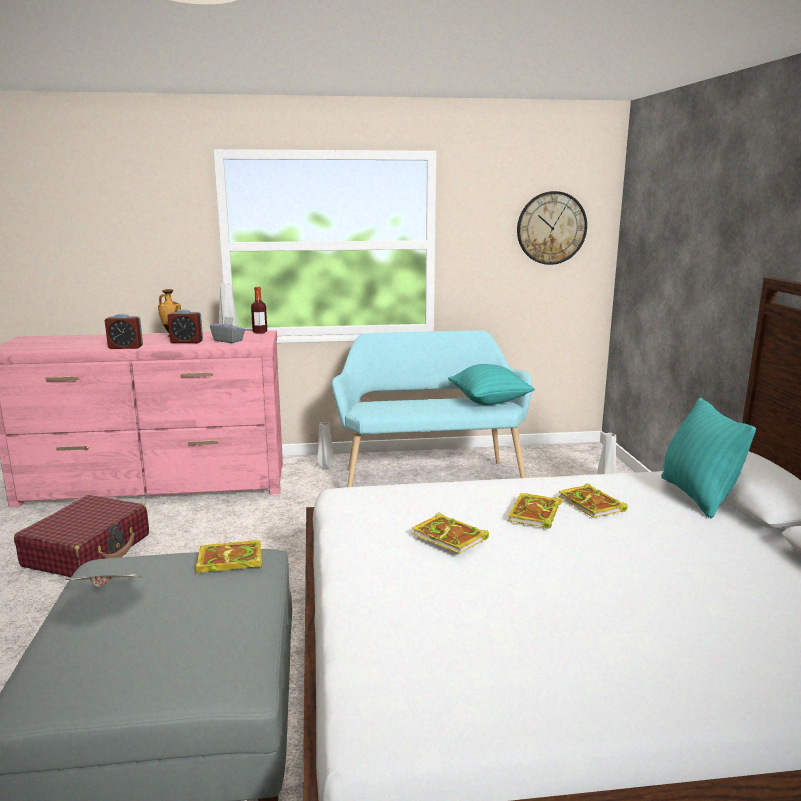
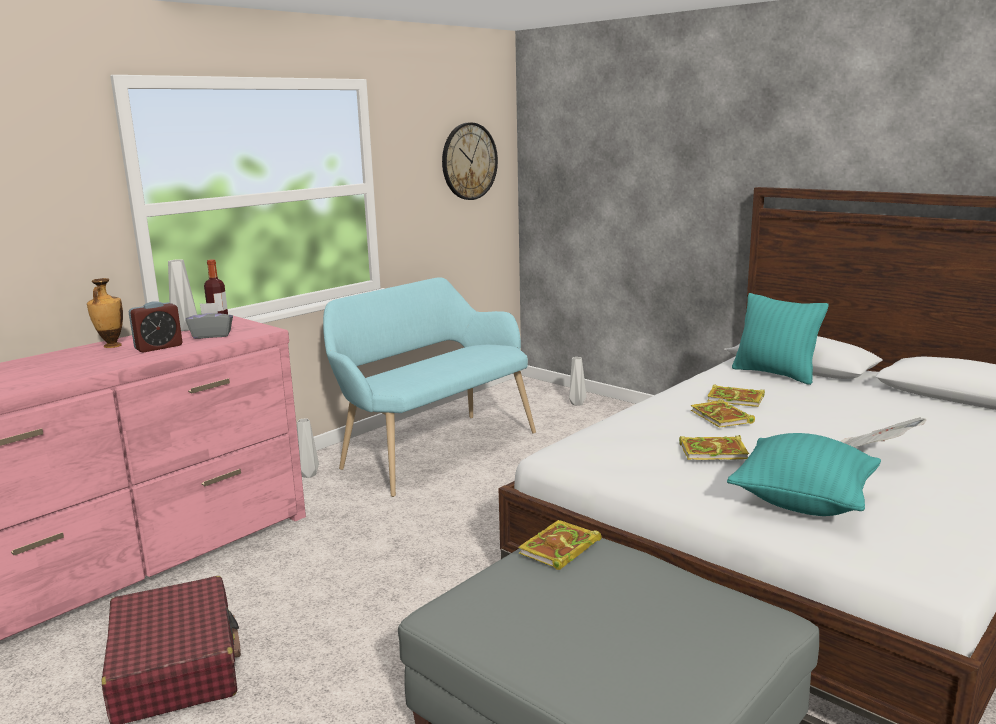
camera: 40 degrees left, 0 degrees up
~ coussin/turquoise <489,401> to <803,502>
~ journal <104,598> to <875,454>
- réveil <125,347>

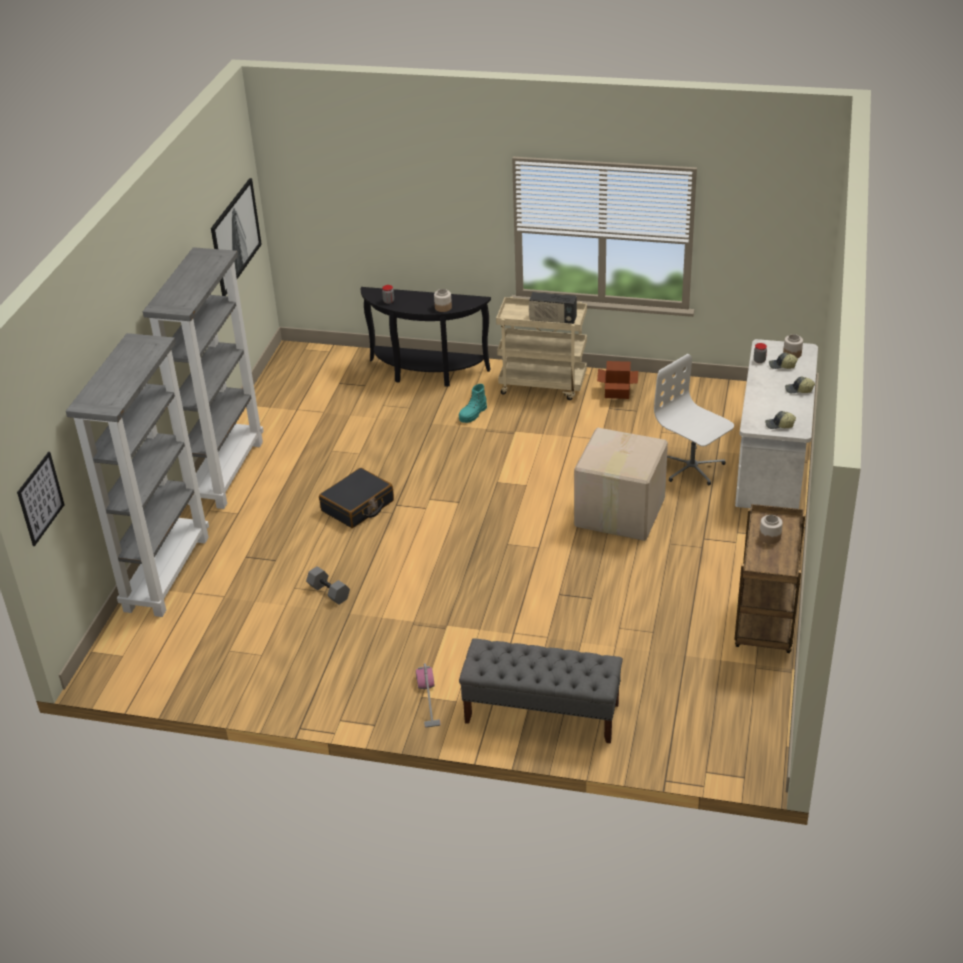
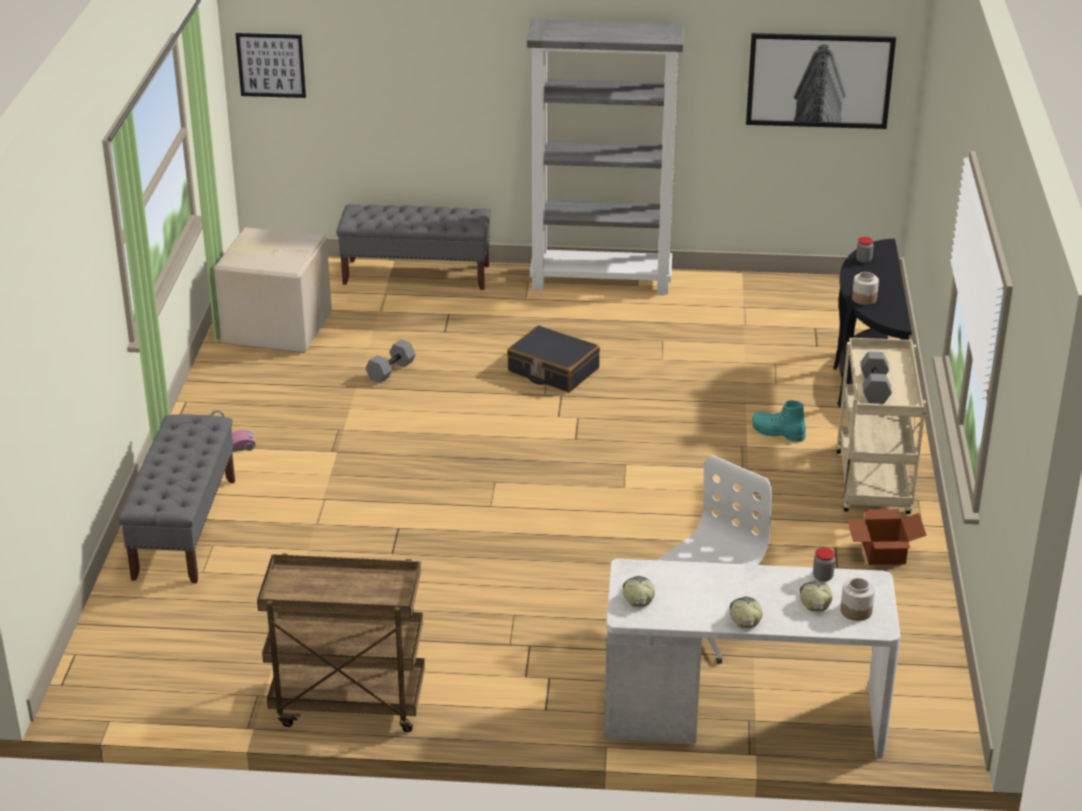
camera: 80 degrees right, 5 degrees down
~ carton <618,513> to <276,327>
~ bibliothèque/gris <166,572> to banc/gris <417,274>
~ radio <552,320> to haltère/gris <875,388>
- bocal <770,537>

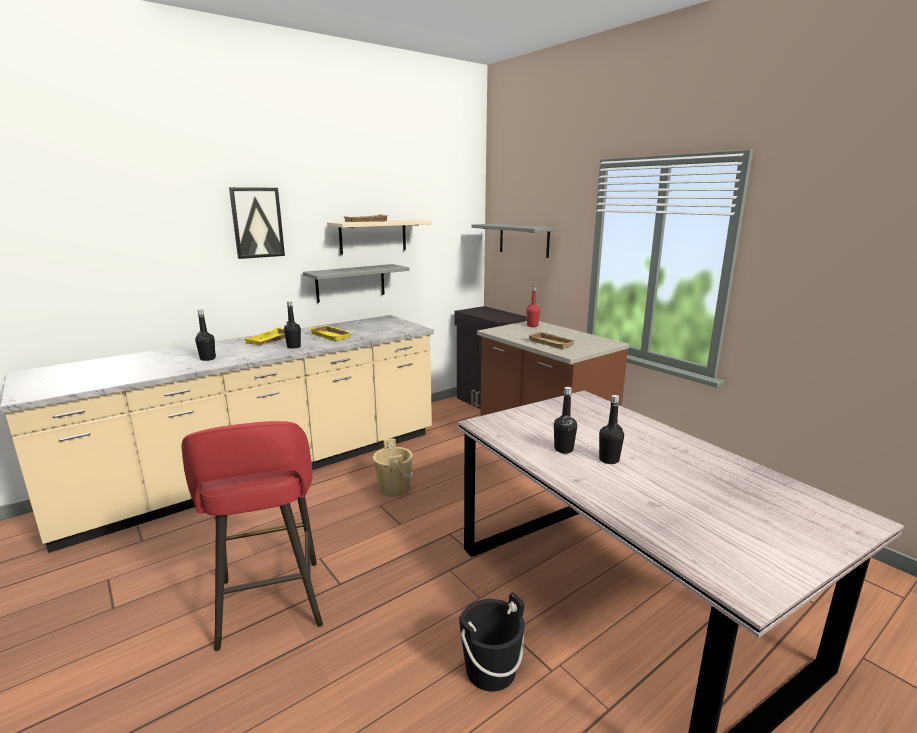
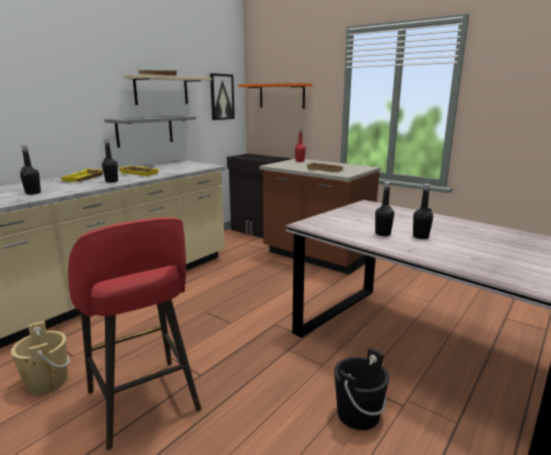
camera: 15 degrees left, 0 degrees up
~ seau/beige <394,488> to <47,381>
~ tableau <257,222> to <221,97>
~ étagère/gris <524,240> to étagère/orange <281,96>

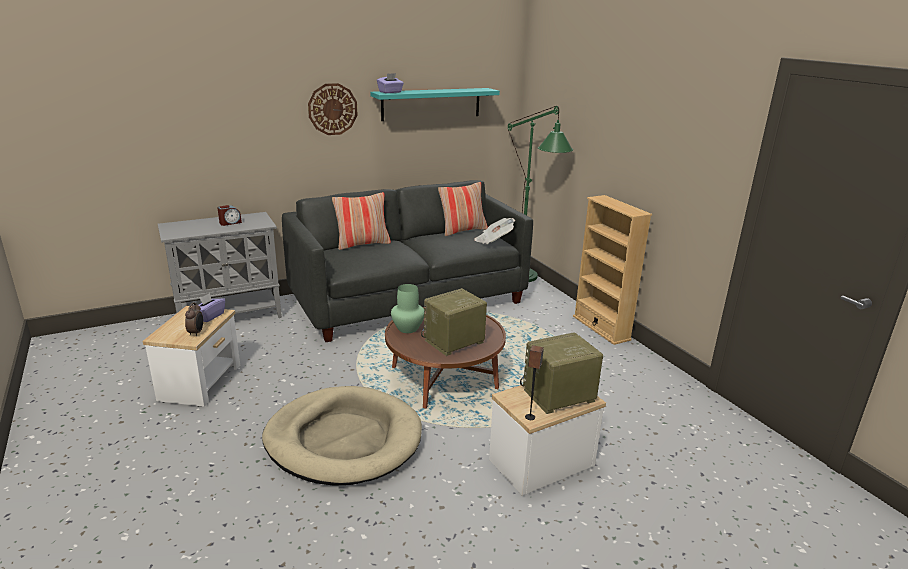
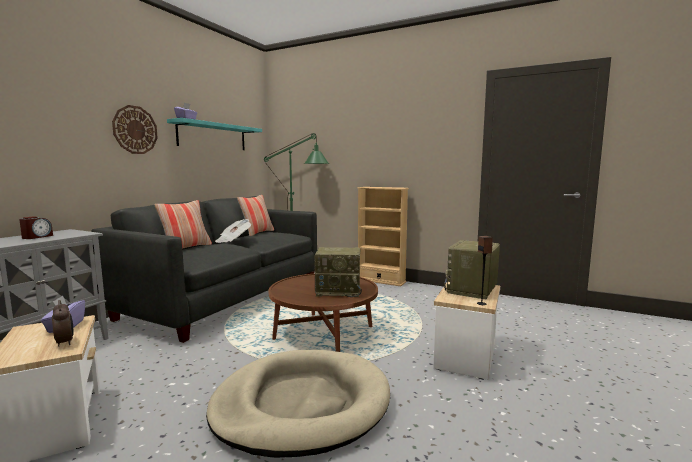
camera: 35 degrees left, 15 degrees down
~ journal <494,241> to <233,240>
~ radio <453,342> = <339,291> 105 degrees counterclockwise
- vase/vert <407,328>

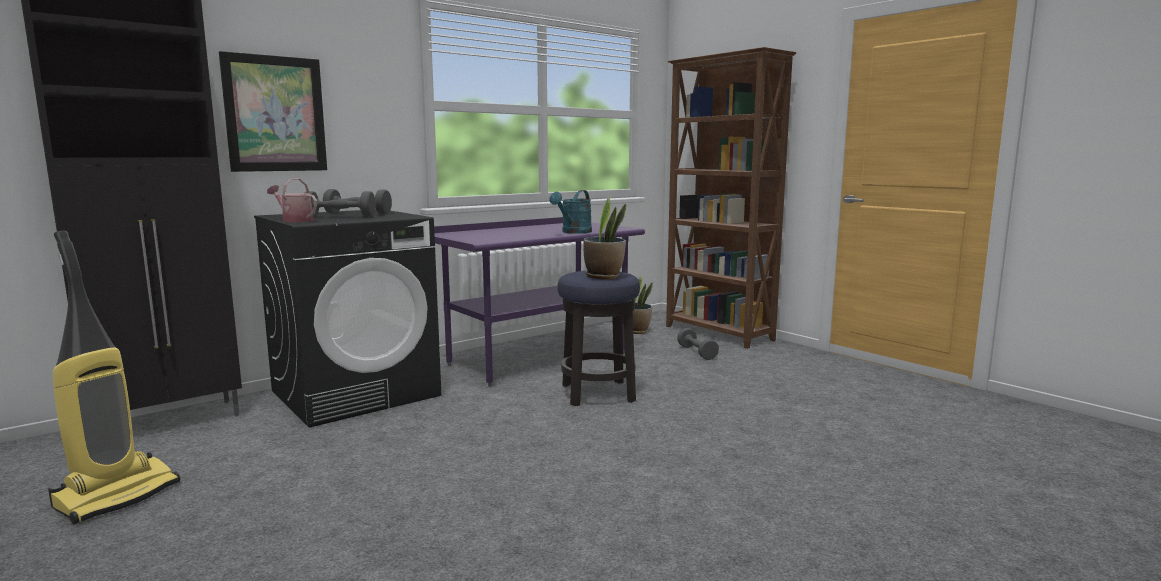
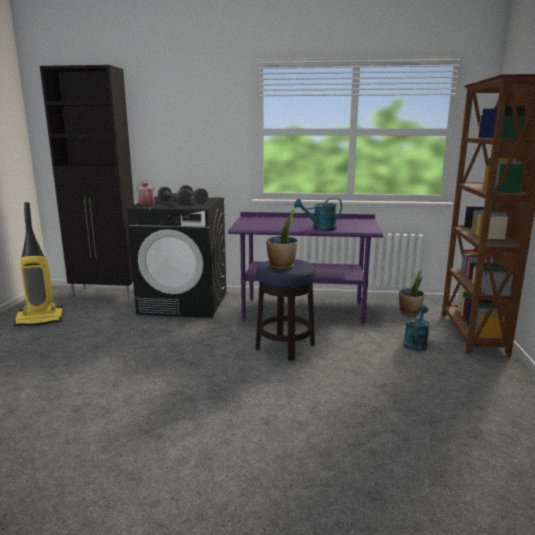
camera: 45 degrees right, 5 degrees up
~ haltère/gris <697,353> to arrosoir/turquoise <415,343>
- tableau <275,114>

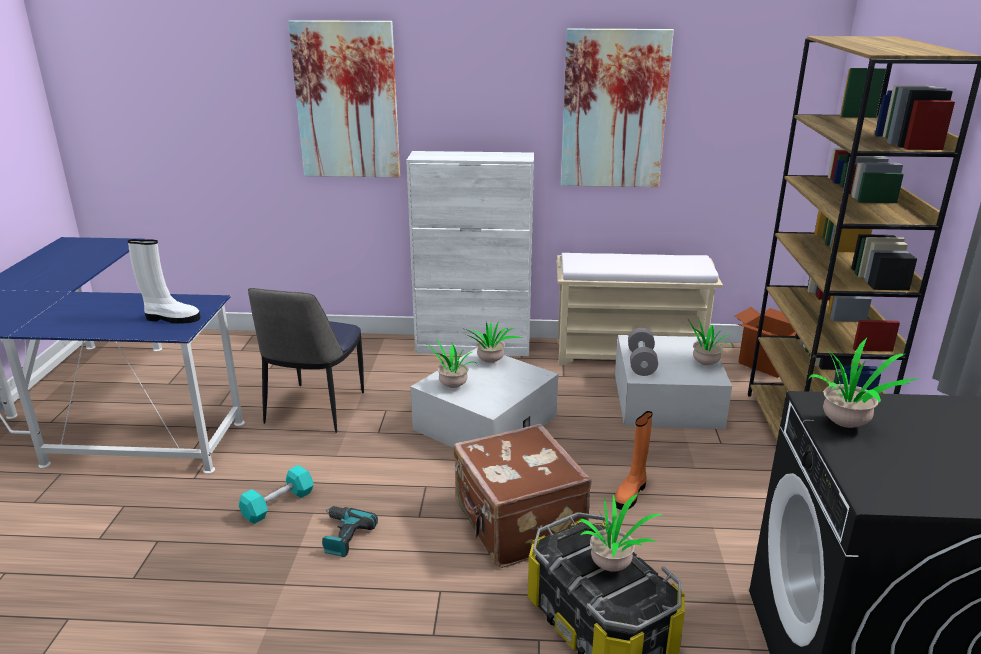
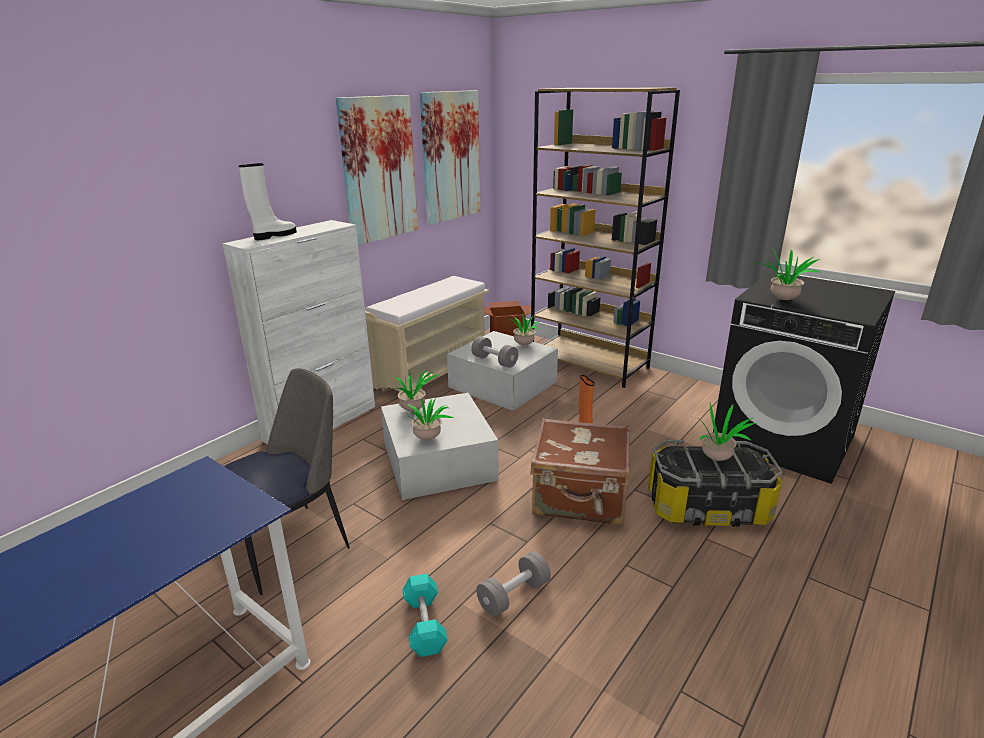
camera: 55 degrees left, 0 degrees up
~ chaise <314,409> = <291,546> 90 degrees counterclockwise
~ botte/blanc <171,319> to <274,236>
~ tableau <347,101> to <450,157>
~ perceuse <343,536> to haltère/gris <514,595>

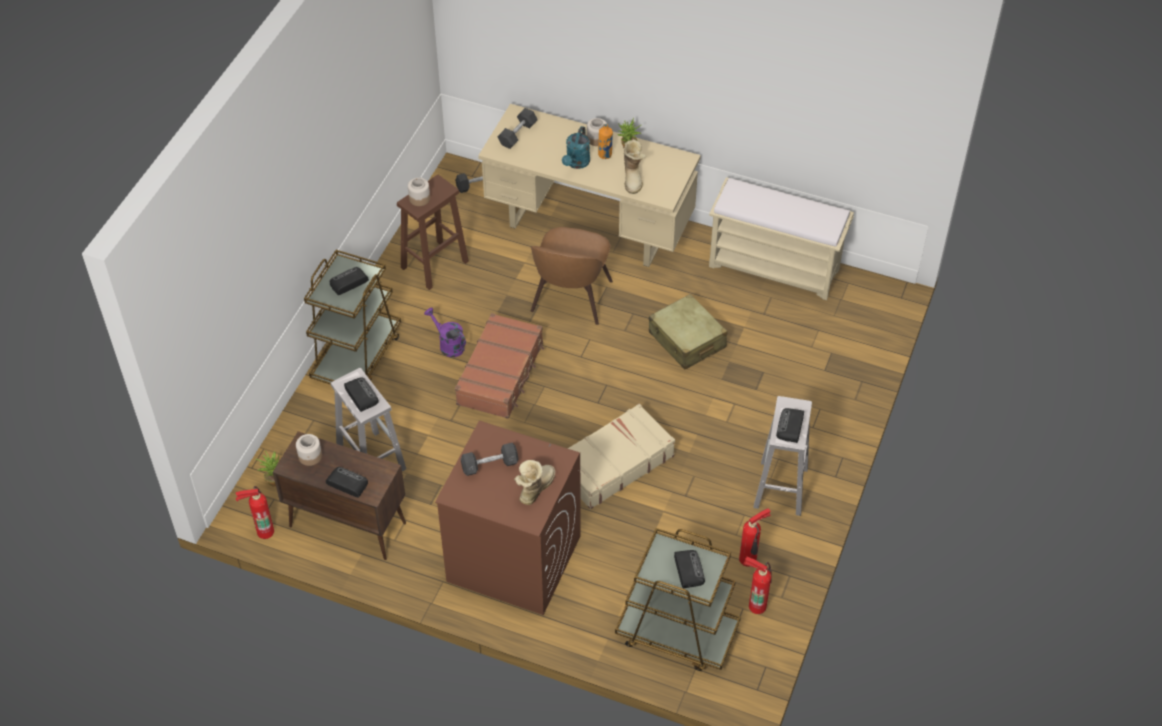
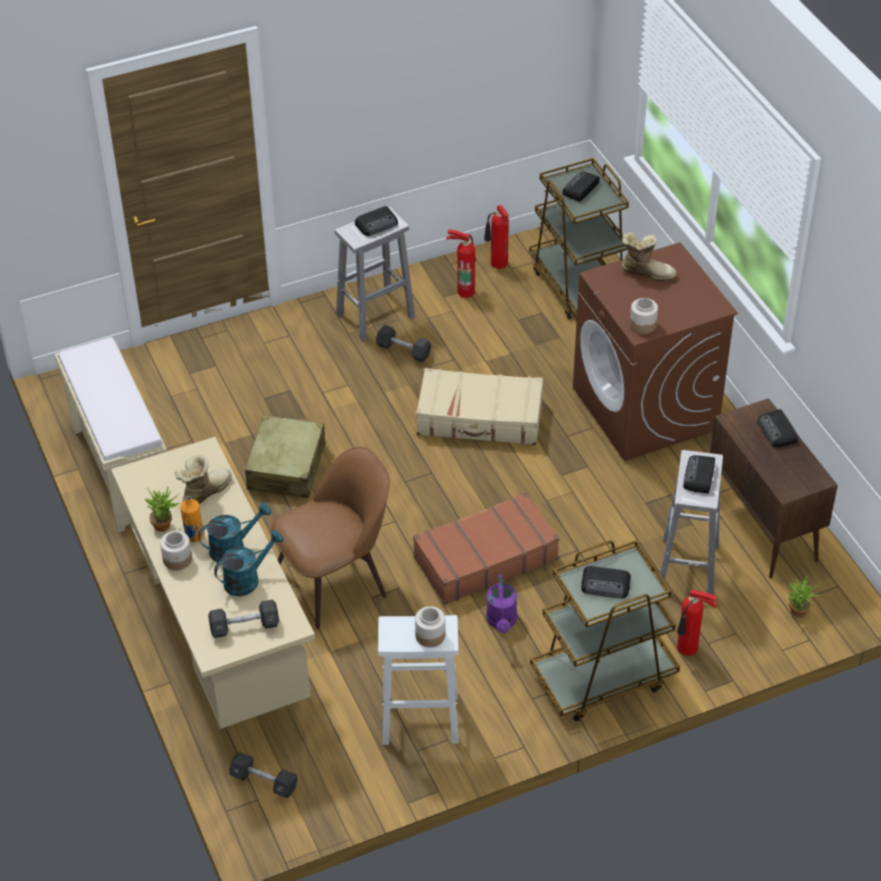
camera: 135 degrees left, 5 degrees down
+ arrosoir/turquoise <247,579>
~ haltère/gris <490,465> to <403,350>
~ tabouret/marron <435,264> to tabouret/blanc <418,719>
~ botte <534,488> = <646,271> 150 degrees counterclockwise
~ bocal <310,456> to <642,325>
~ extincteur <263,530> to <688,650>

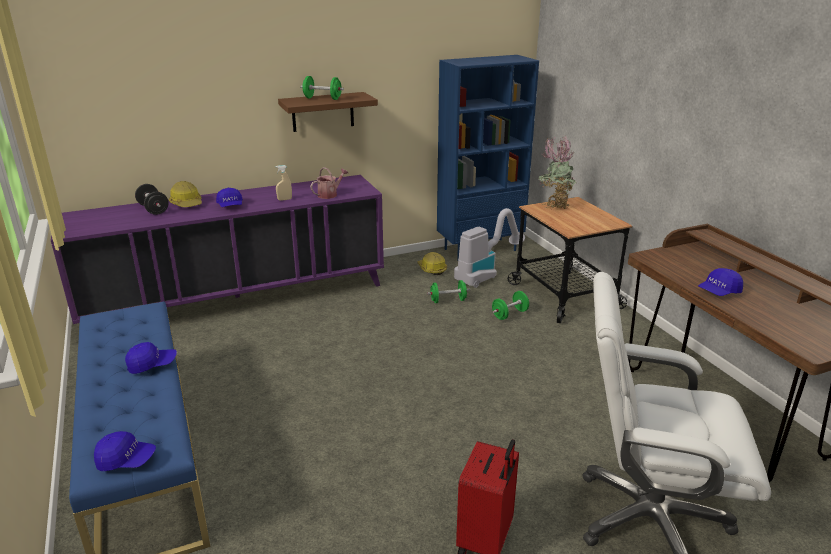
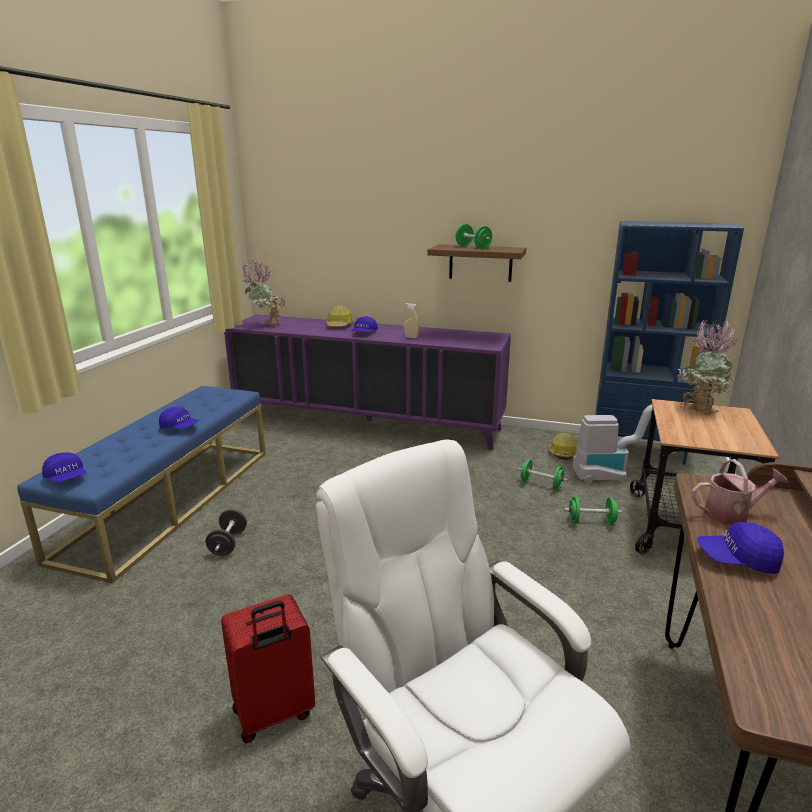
camera: 40 degrees right, 5 degrees down
~ haltère/noir <153,209> to <228,543>
+ plante en pot <265,325>
~ arrosoir <330,194> to <732,514>

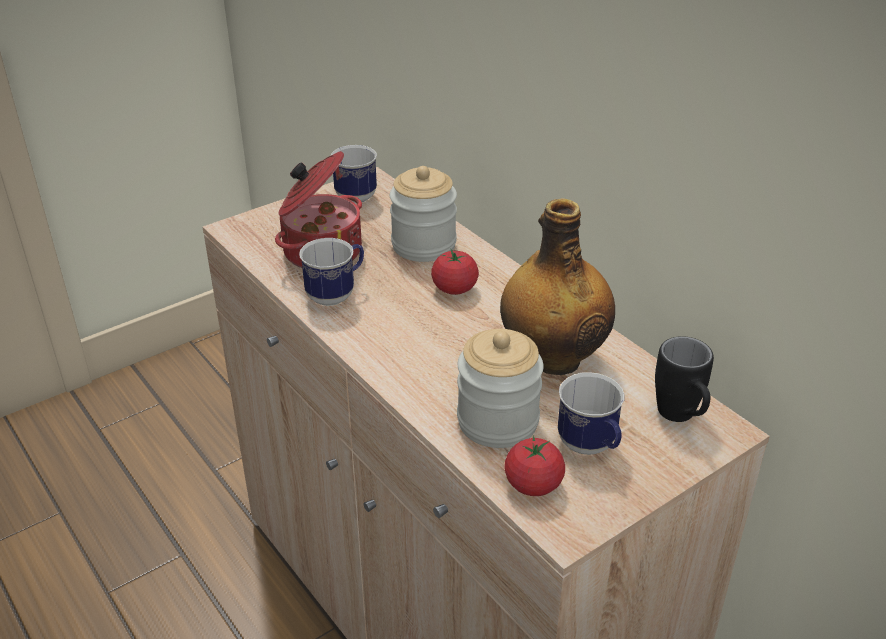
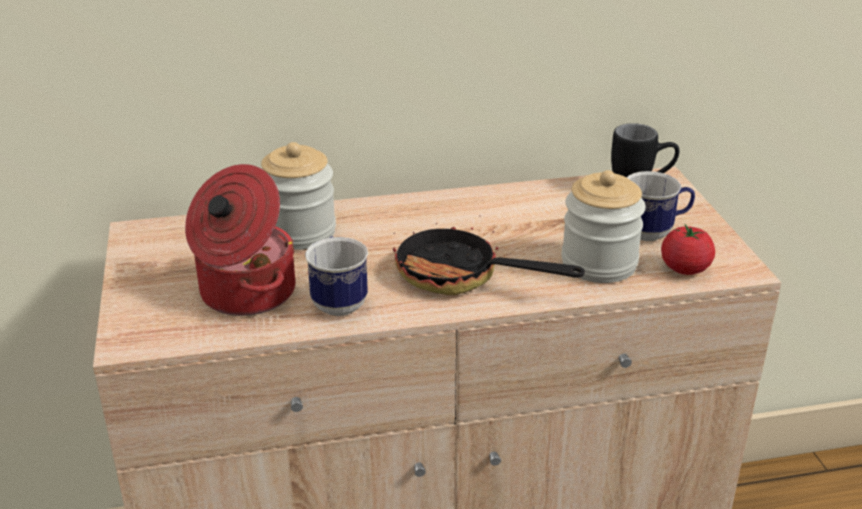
camera: 65 degrees left, 5 degrees down
+ poêle <461,277>
- mug <356,193>
- tomate <454,288>
- bouteille <553,358>

